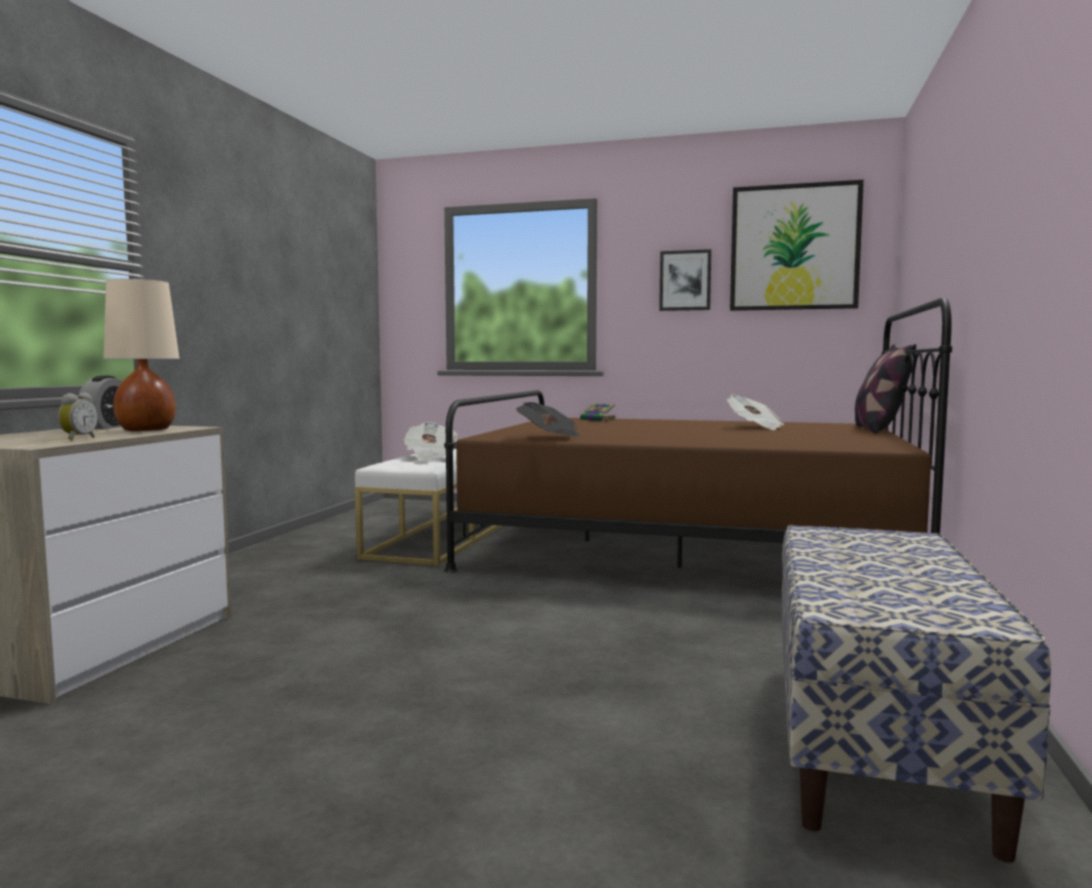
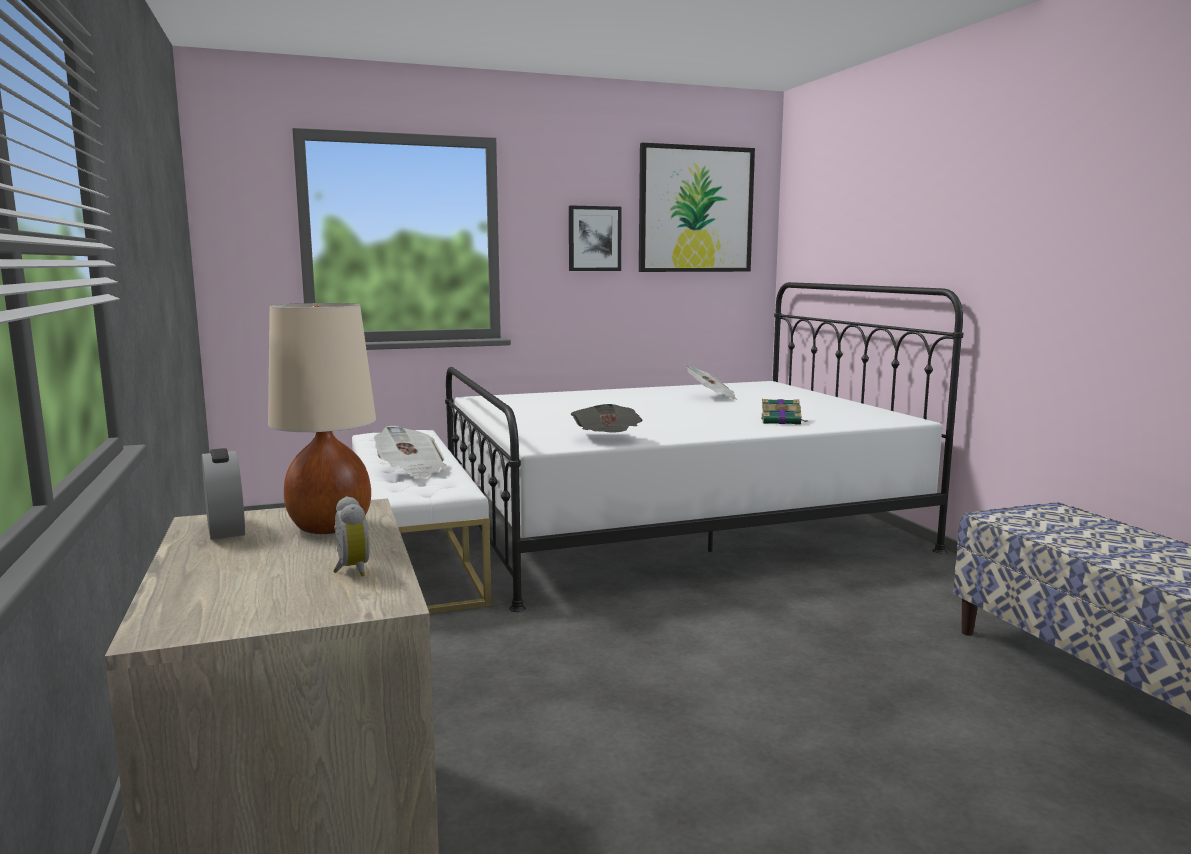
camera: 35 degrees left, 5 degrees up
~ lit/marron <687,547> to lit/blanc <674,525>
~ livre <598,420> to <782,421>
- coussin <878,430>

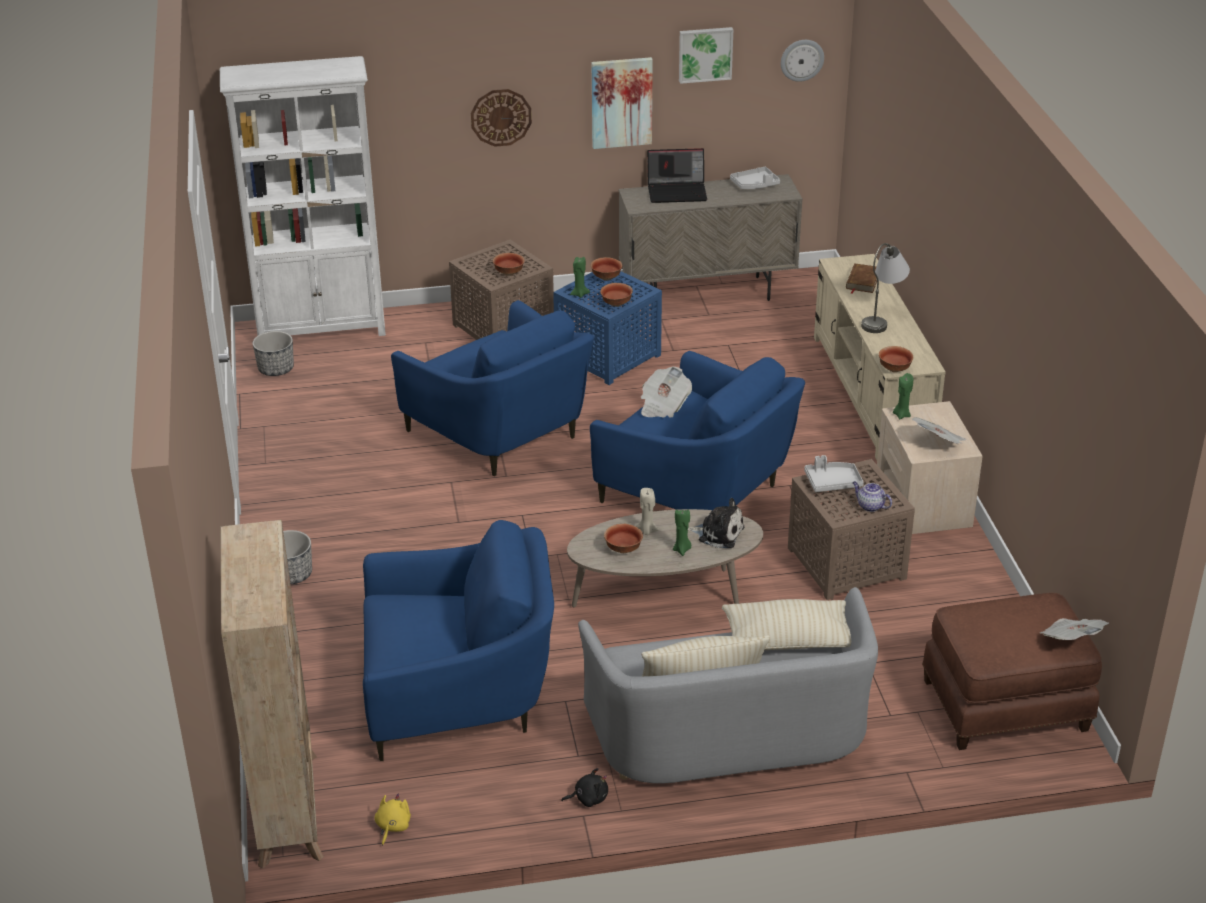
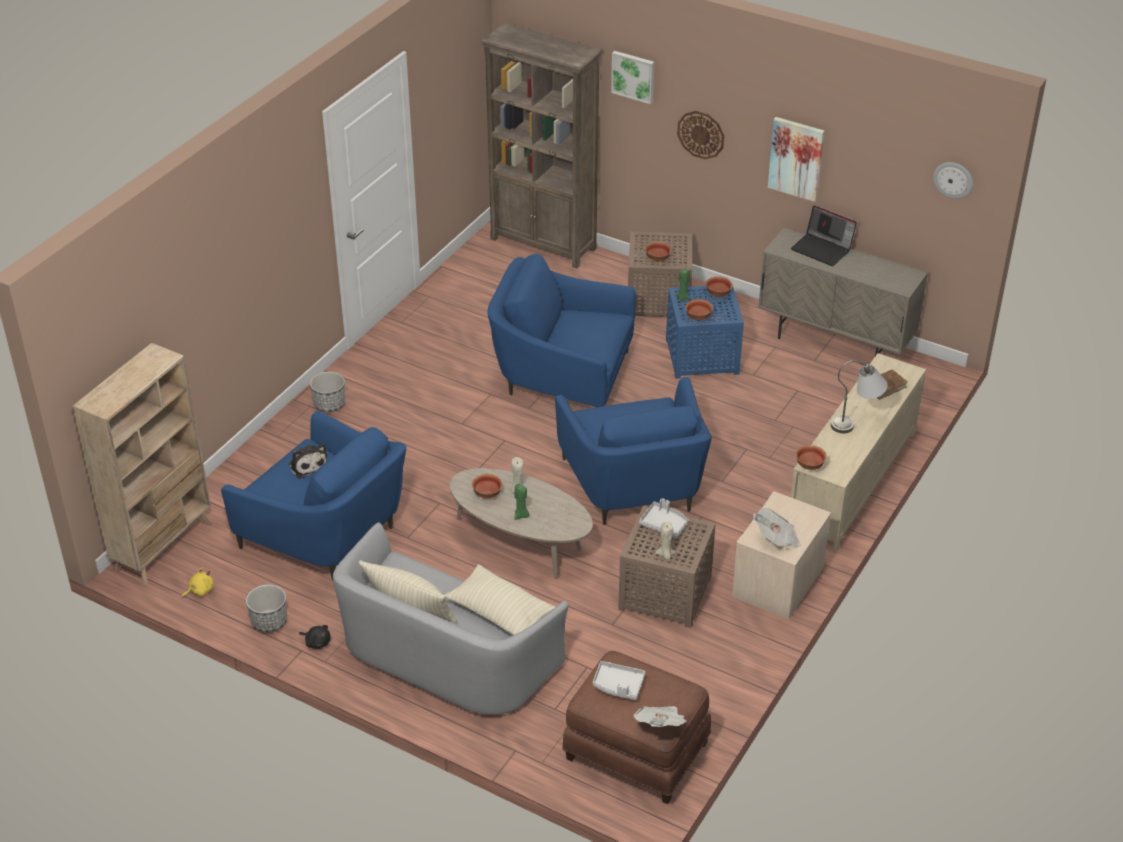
camera: 40 degrees right, 5 degrees up
~ cache-pot <275,369> to <269,621>
~ peluche <718,533> to <307,465>
~ bibliothèque/blanc <322,329> to bibliothèque/marron <543,244>
~ fauteuil/bleu <502,433> = <562,377> 105 degrees clockwise
~ plateau/gris <755,185> to <618,685>
~ tableau <705,54> to <633,76>
~ théière <870,506> to bougie/beige <665,555>
- journal <663,405>
- bougie/vert <901,415>

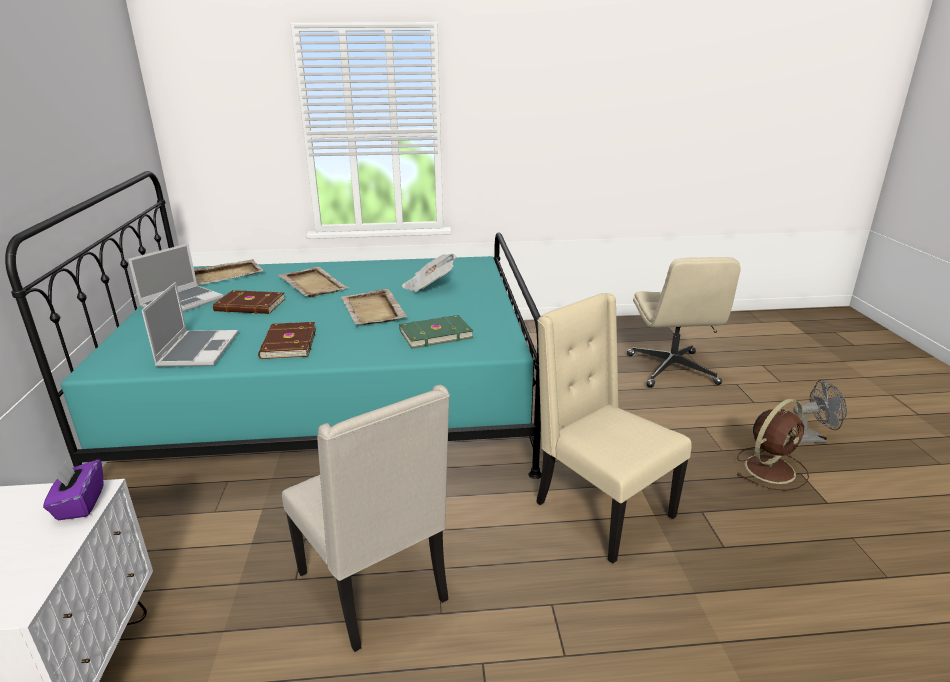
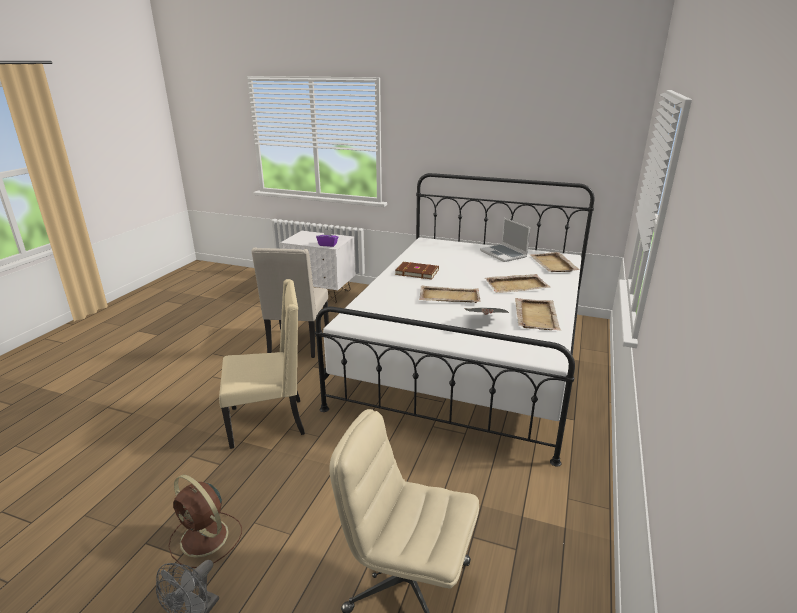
camera: 115 degrees right, 0 degrees up
~ ventilateur/marron <771,468> = <206,539> 45 degrees counterclockwise
~ chaise/beige <376,587> = <298,344> 75 degrees counterclockwise
~ lit/turquoise <336,403> to lit/blanc <467,356>
+ plateau/beige <536,315>
- ordinateur portable <198,350>
- livre/marron <250,306>
- livre/vert <435,334>

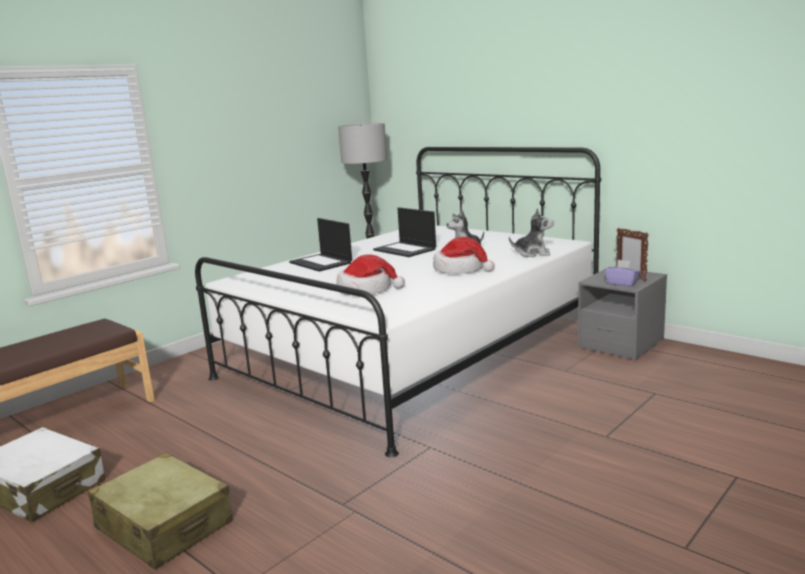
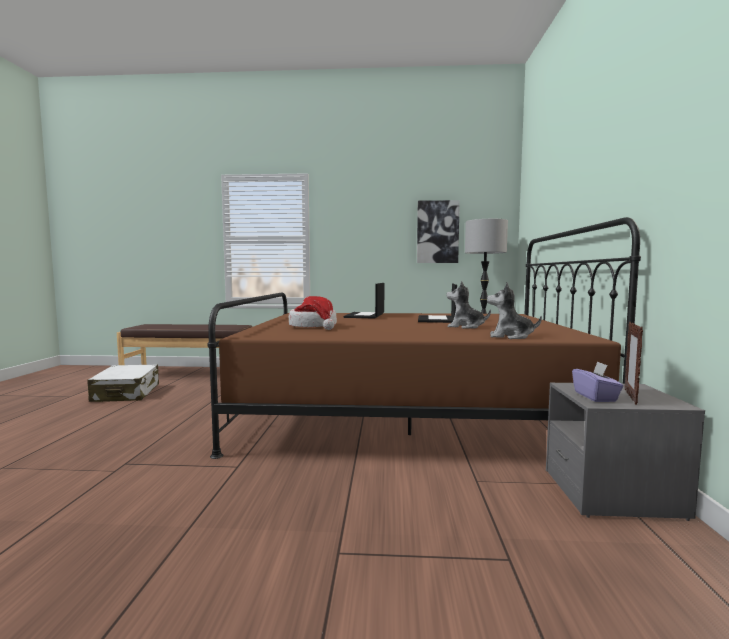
camera: 50 degrees right, 10 degrees down
~ lit/blanc <413,352> to lit/marron <406,412>
+ tableau <437,232>
~ peluche <533,254> = <510,336> 135 degrees clockwise
- valise/beige <164,526>
- chapeau <461,269>

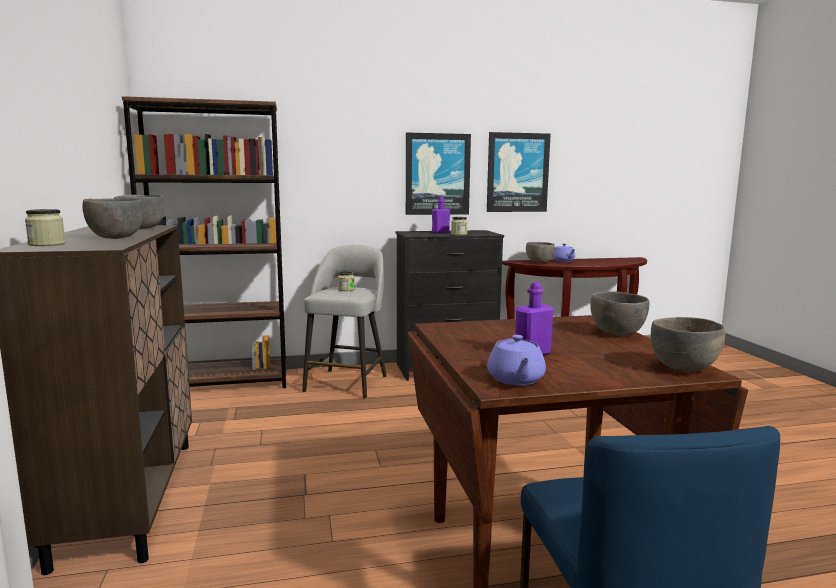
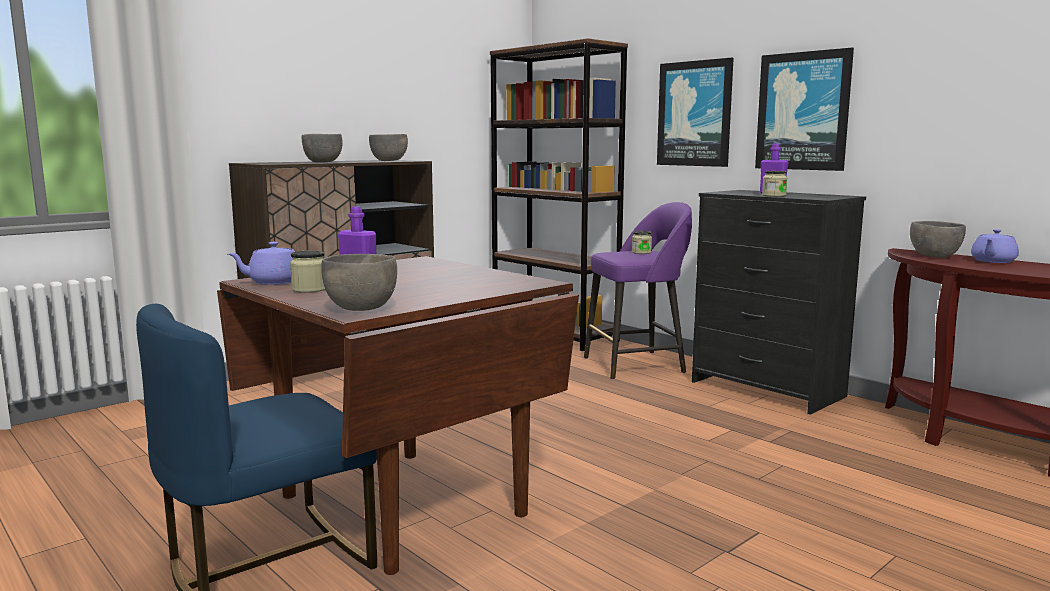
camera: 60 degrees right, 0 degrees up
~ bocal <47,244> to <309,289>
~ tabouret/gris <347,382> to tabouret/violet <636,364>
~ tableau <517,172> to <695,114>
- bol/gris <616,333>

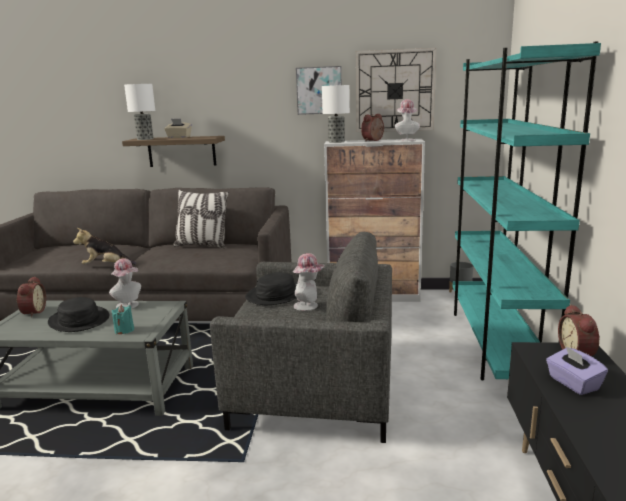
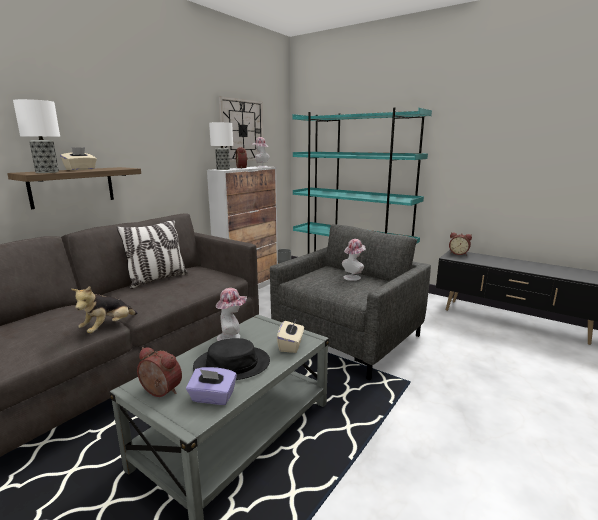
camera: 60 degrees left, 0 degrees up
~ boîte à mouchoirs/violet <573,383> to <212,397>
~ bougie/turquoise <124,330> to boîte à mouchoirs/beige <291,345>
- chapeau/noir <276,294>
- tableau <319,90>

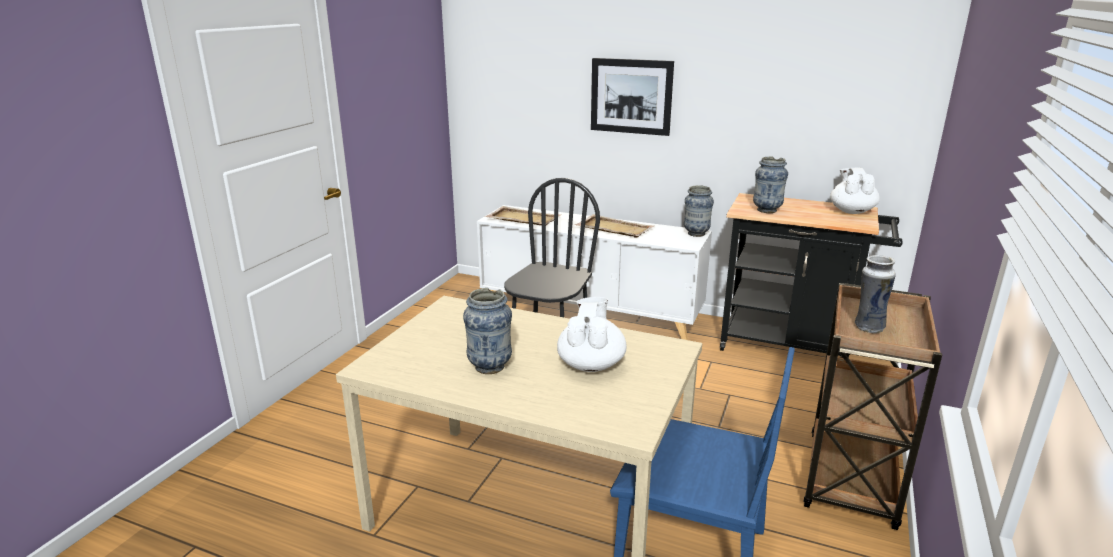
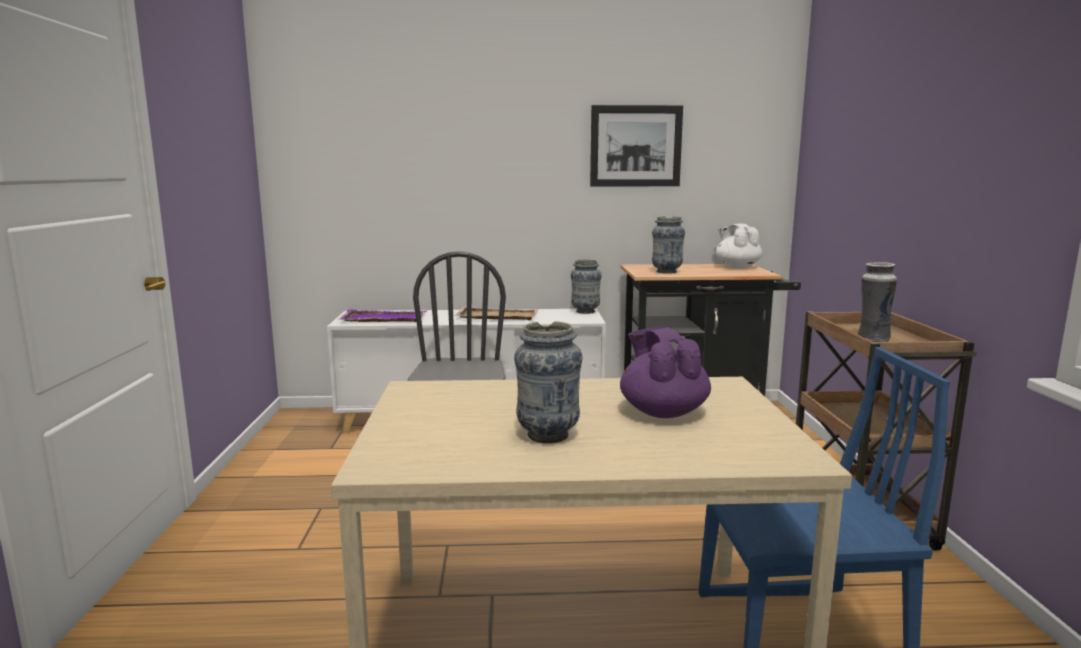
camera: 25 degrees left, 10 degrees down
~ plateau/beige <523,218> to plateau/violet <383,318>
~ tableau <631,96> to <635,146>
~ théière/blanc <591,364> to théière/violet <662,412>

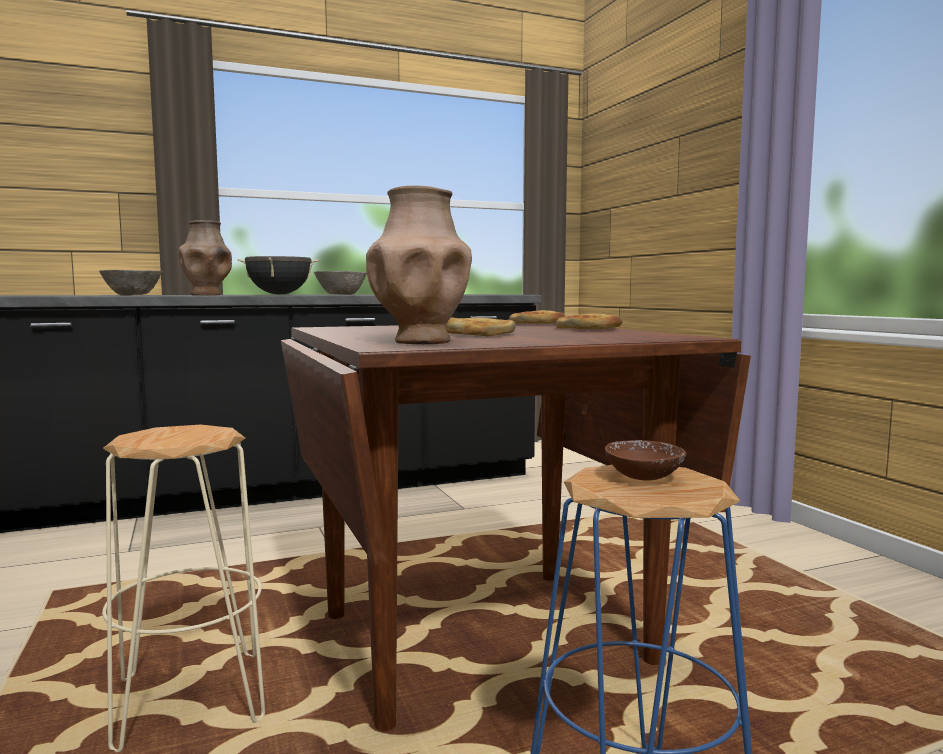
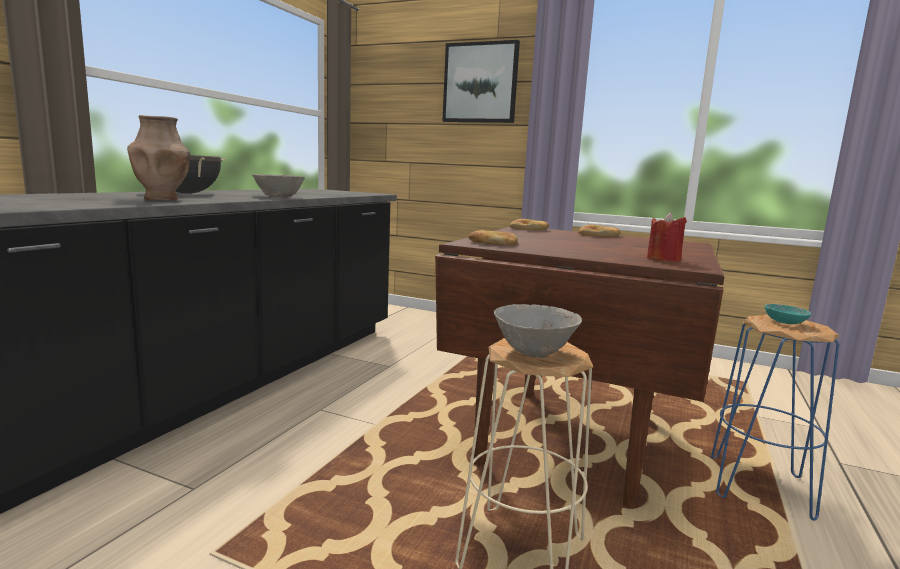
camera: 45 degrees left, 5 degrees up
+ tableau <480,83>
~ pain <478,334> to <493,242>
~ bol/gris <133,295> to <535,351>
~ vase/marron <421,342> to bougie/rouge <663,260>
~ bol/marron <643,477> to bol/turquoise <785,322>

